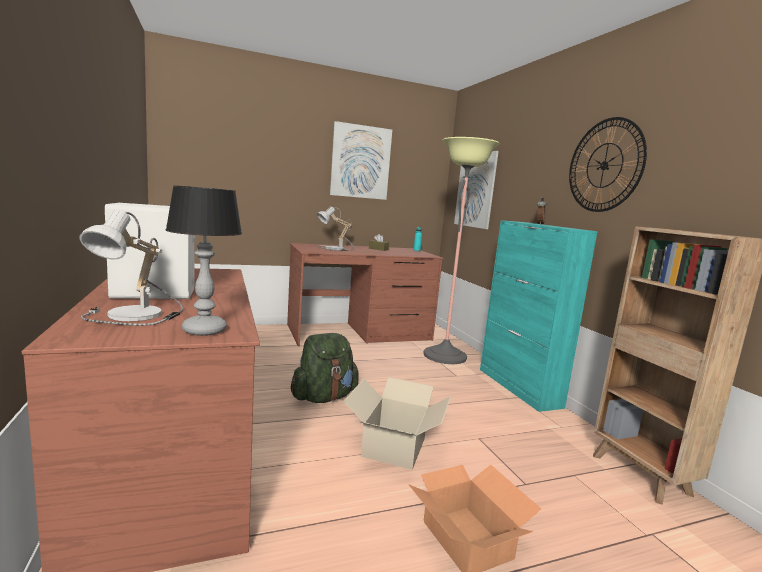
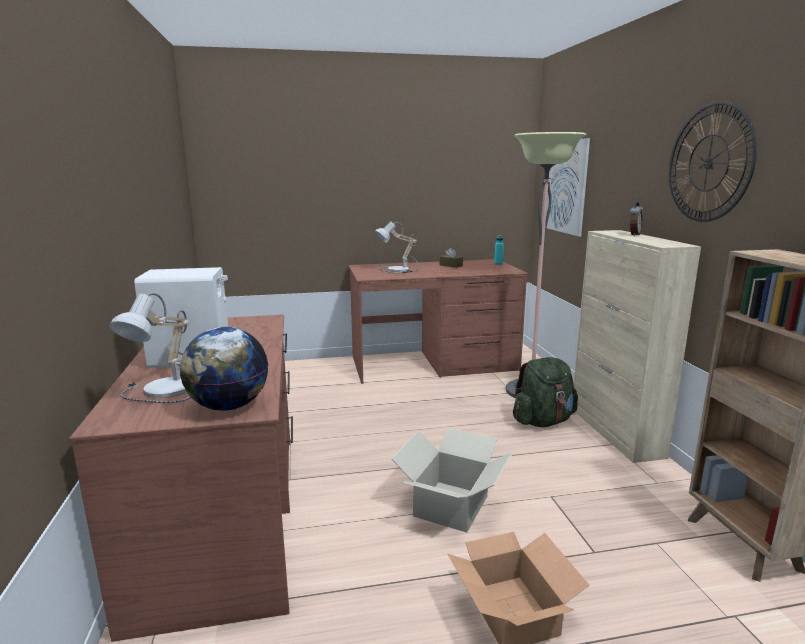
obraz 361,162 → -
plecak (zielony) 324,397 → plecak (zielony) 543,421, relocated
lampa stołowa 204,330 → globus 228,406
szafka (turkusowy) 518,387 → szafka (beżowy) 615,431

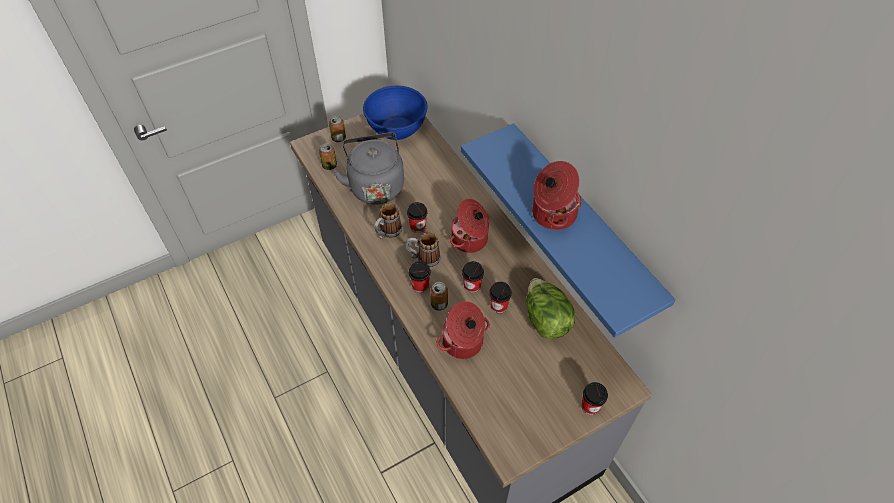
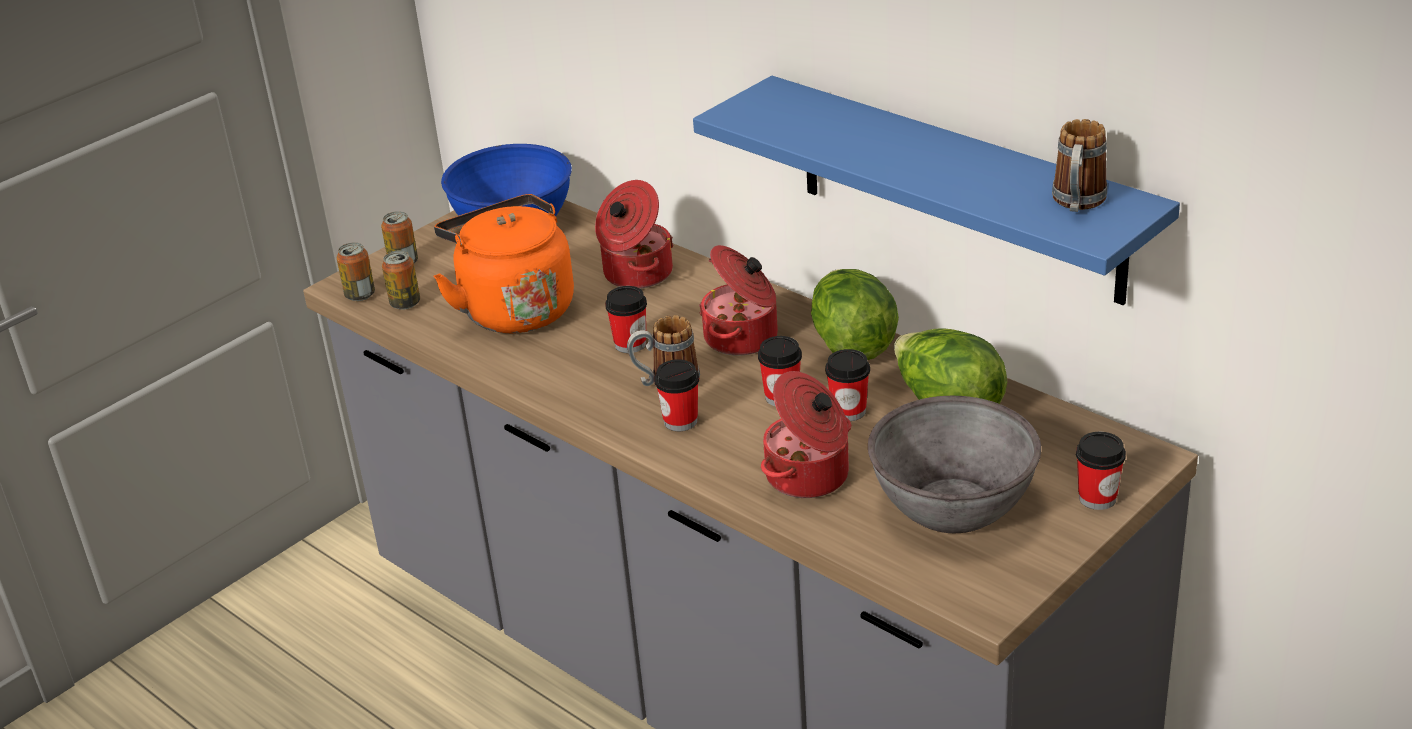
- → sałata 852,344
- → miska (szary) 953,505
kubek 387,233 → kubek 1077,204, relocated
puszka 439,304 → puszka 360,295, relocated
garnek 552,214 → garnek 636,273, relocated
czajnik (szary) 375,185 → czajnik (pomarańczowy) 514,308

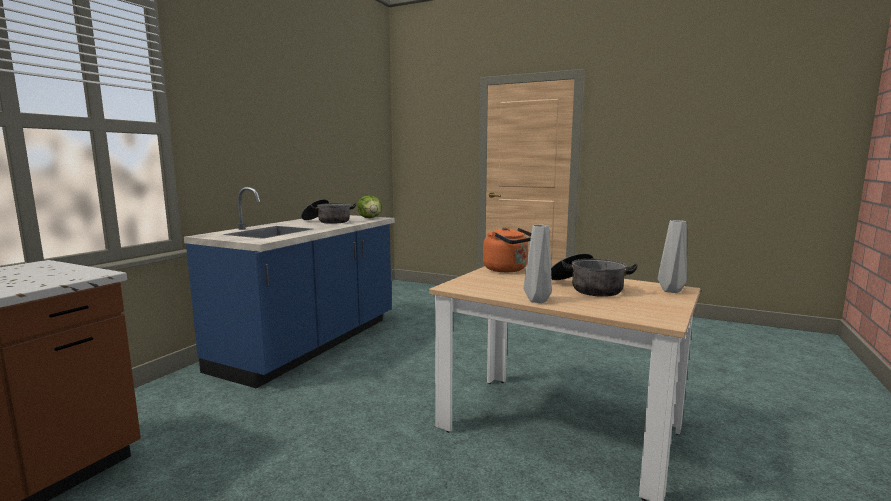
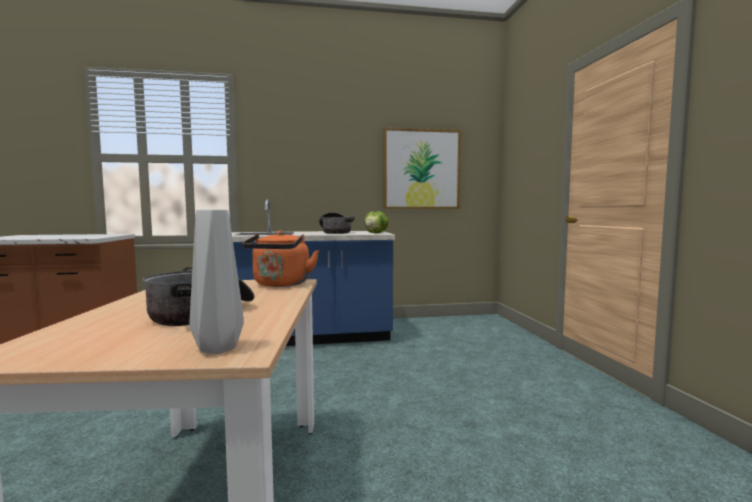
wazon (szary) 538,300 → -
- → obraz 421,169

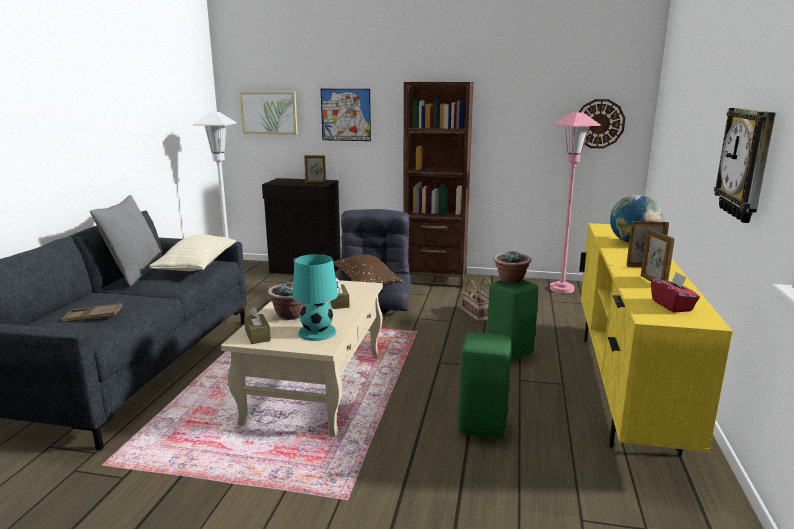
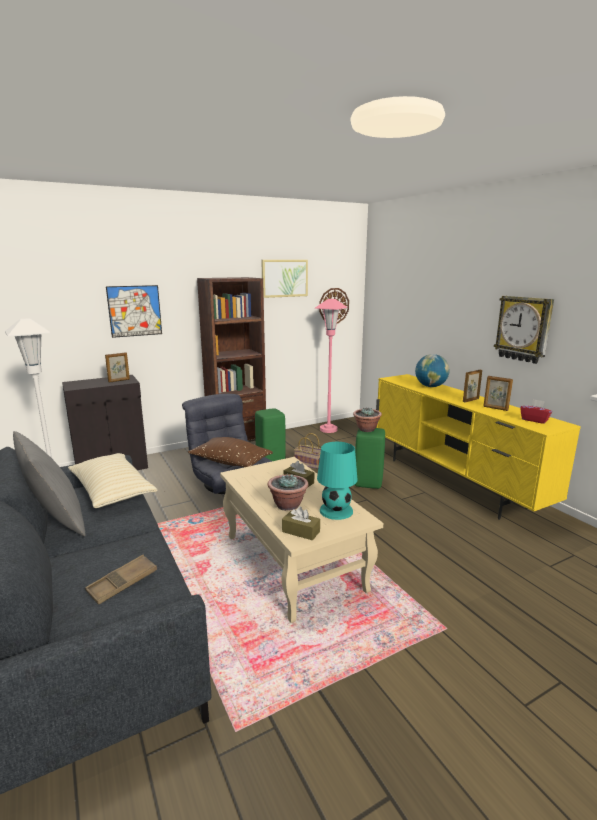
obraz 269,113 → obraz 284,278, relocated
stołek (zielony) 483,426 → stołek (zielony) 271,459, relocated

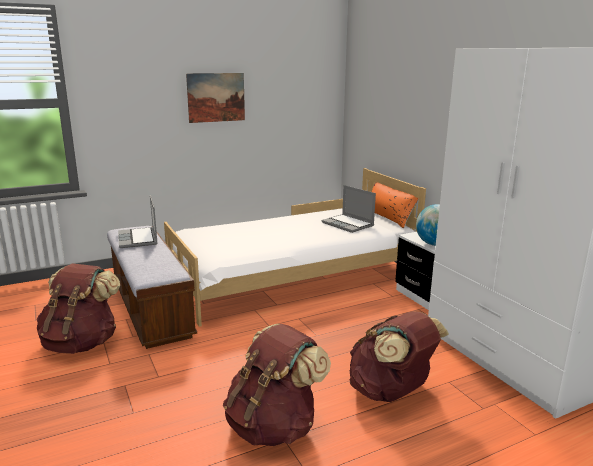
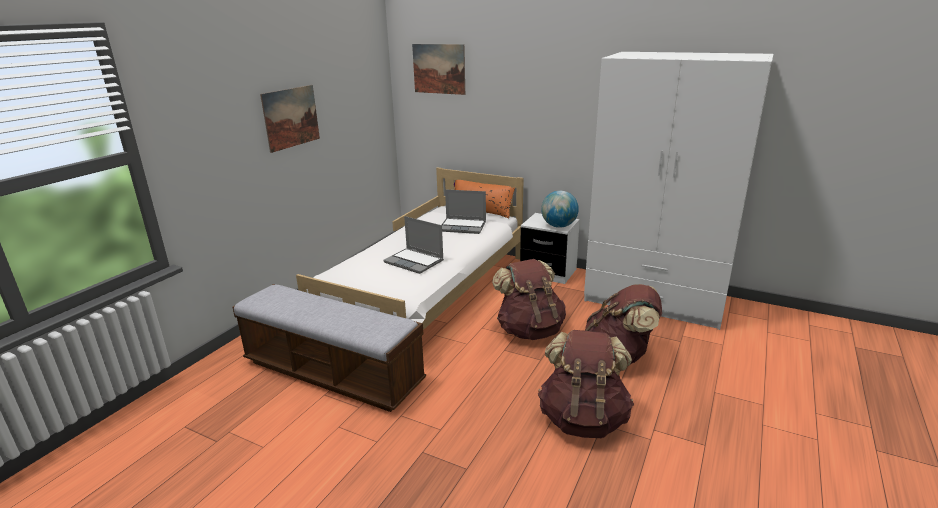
- → obraz 439,69
plecak (brązowy) 82,343 → plecak (brązowy) 529,330, relocated
laptop 138,239 → laptop 415,262, relocated

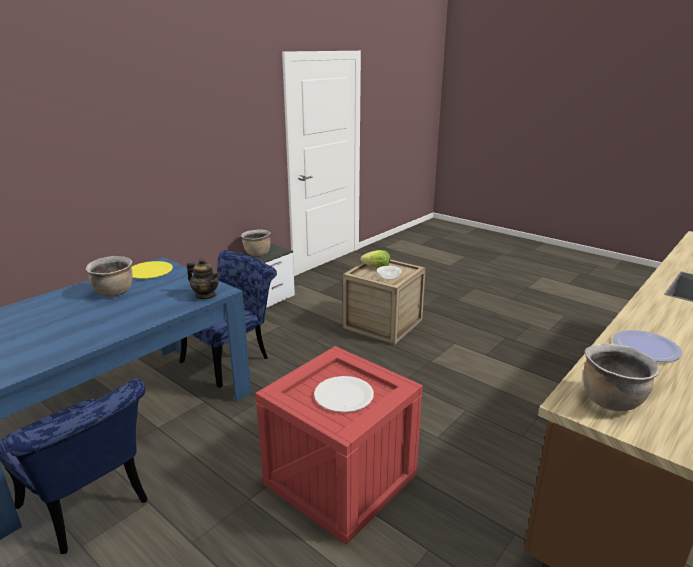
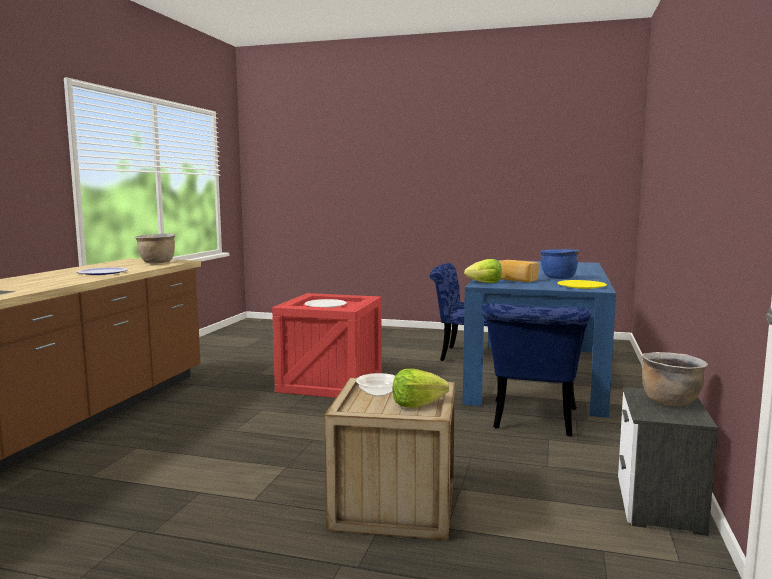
- → chleb 516,280
imbryk 205,295 → sałata 485,282
garnek (brązowy) 114,293 → garnek (niebieski) 558,278

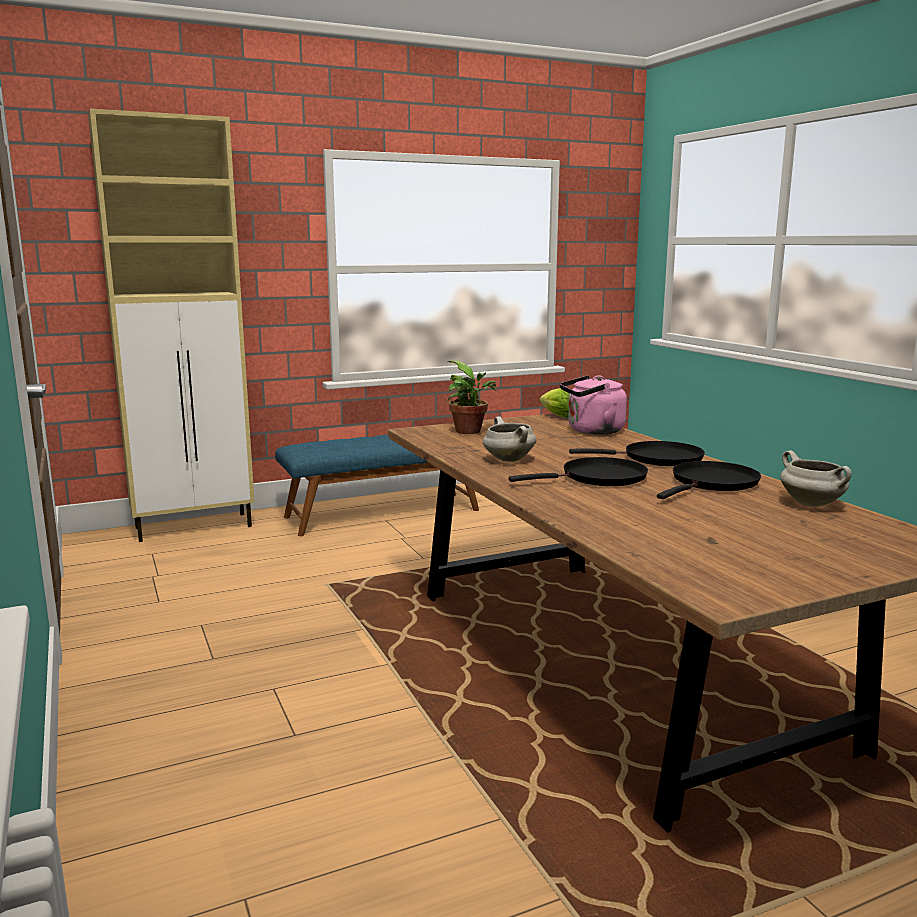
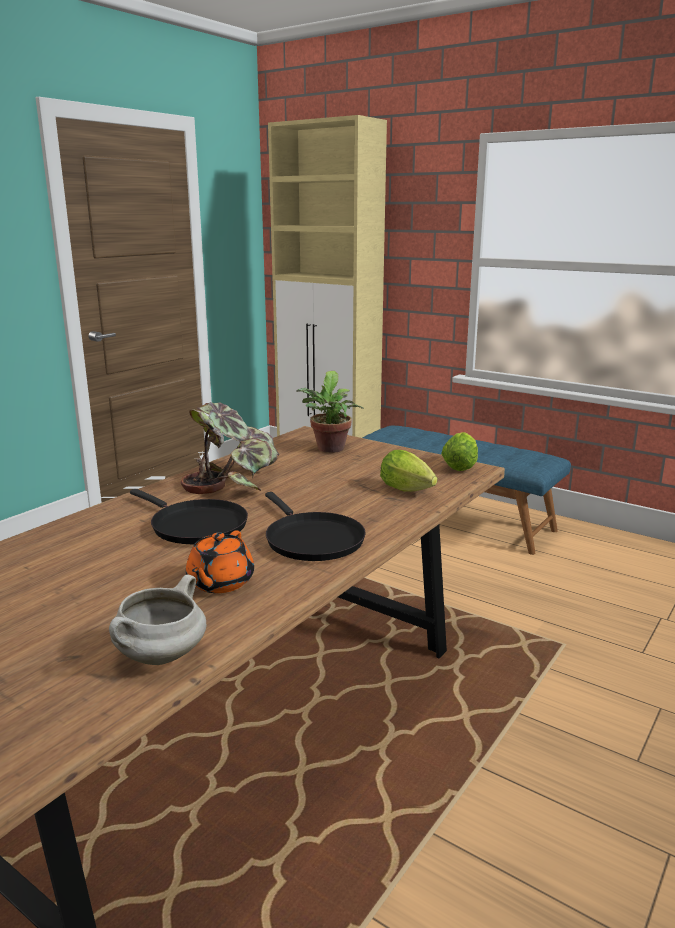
garnek (biały) 508,460 → roślina doniczkowa 233,481
czajnik (różowy) 592,431 → sałata 409,491
patelnia (czarny) 712,483 → imbryk (pomarańczowy) 219,583

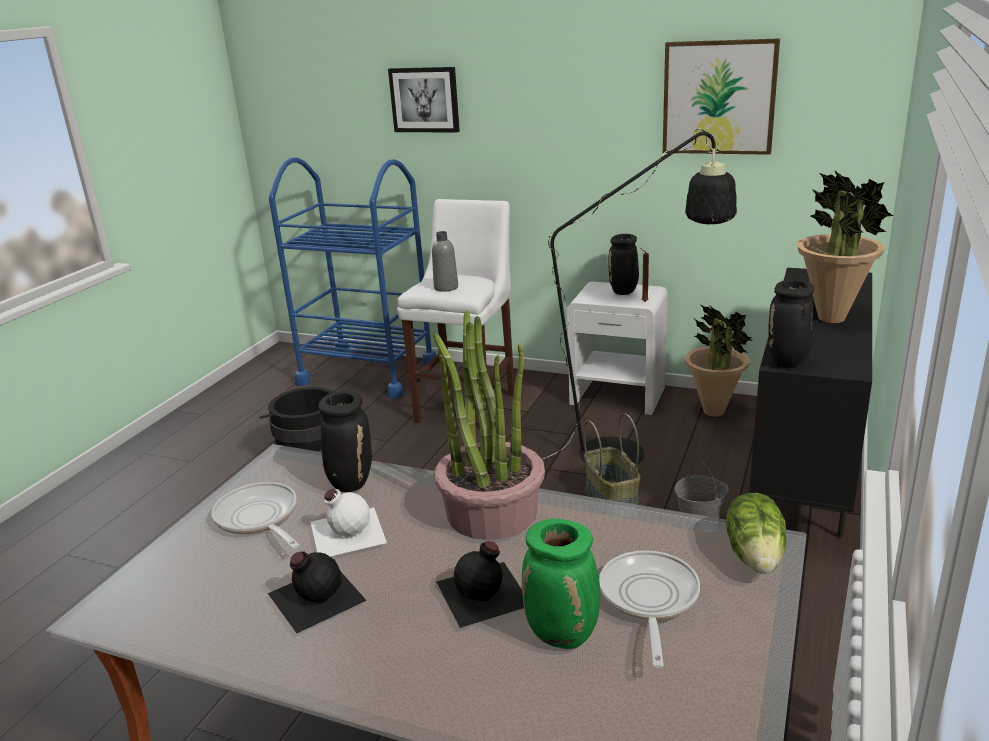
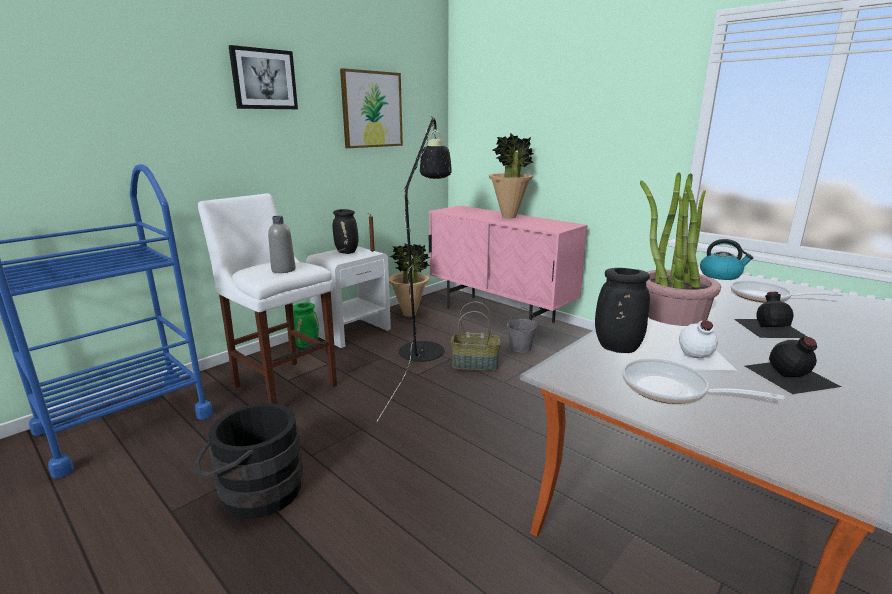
wazon (czarny) 788,363 → -
obraz 425,99 → obraz 264,79, relocated
wazon (zielony) 564,635 → wazon (zielony) 307,345, relocated
sałata 756,555 → czajnik 721,275
szafka (czarny) 804,479 → szafka (różowy) 499,315
patelnia 259,519 → patelnia 672,390, 45 degrees clockwise

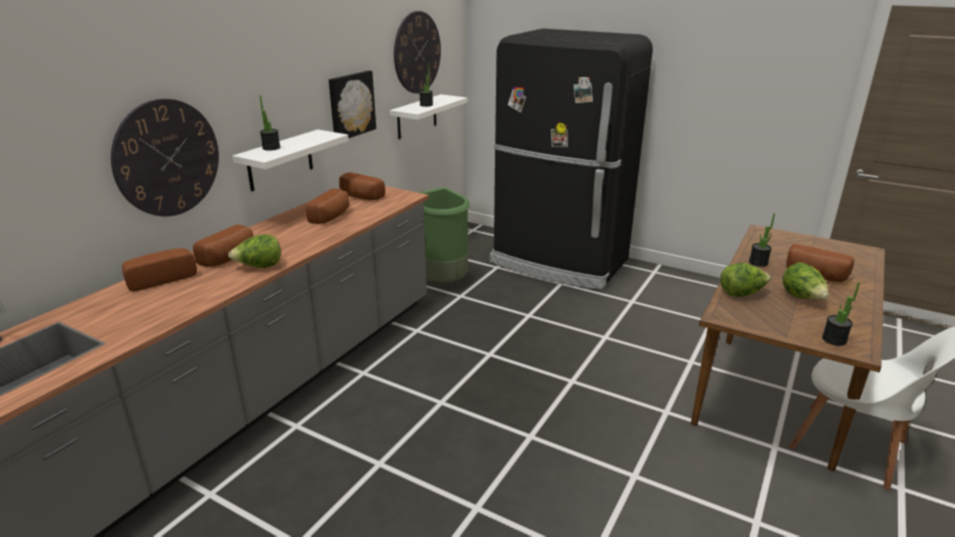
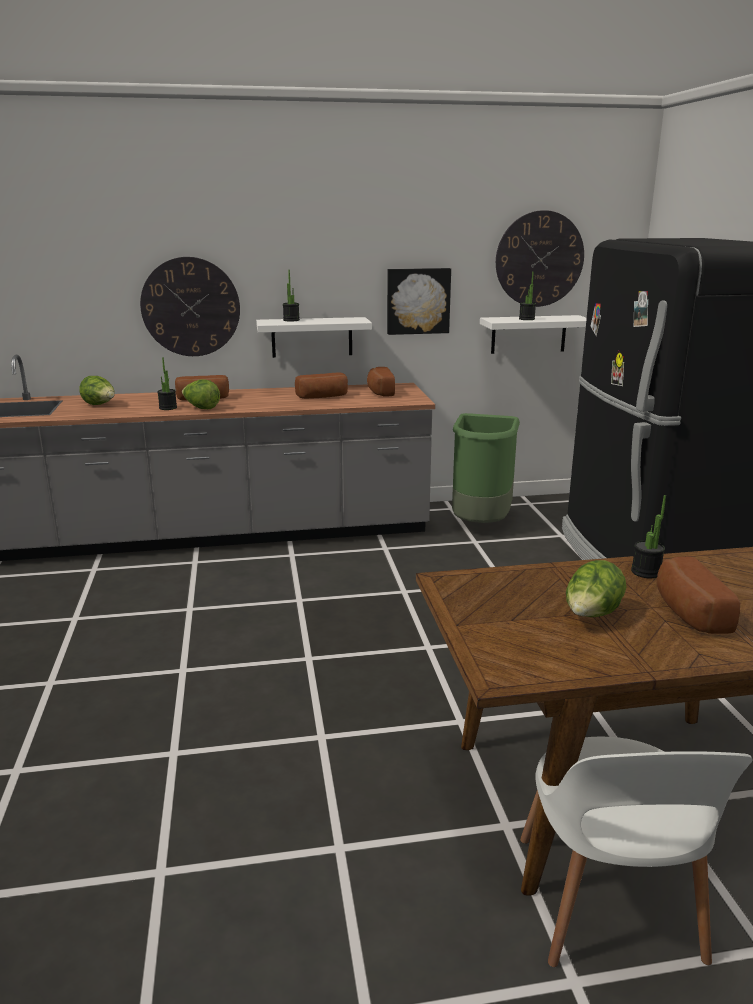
chleb 161,279 → -
sałata 741,294 → sałata 100,405, relocated
roślina doniczkowa 834,340 → roślina doniczkowa 168,408, relocated

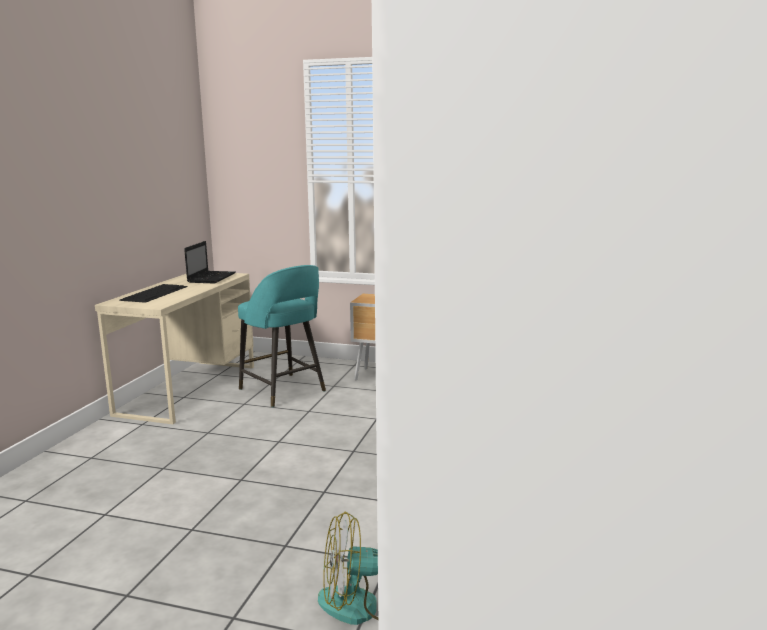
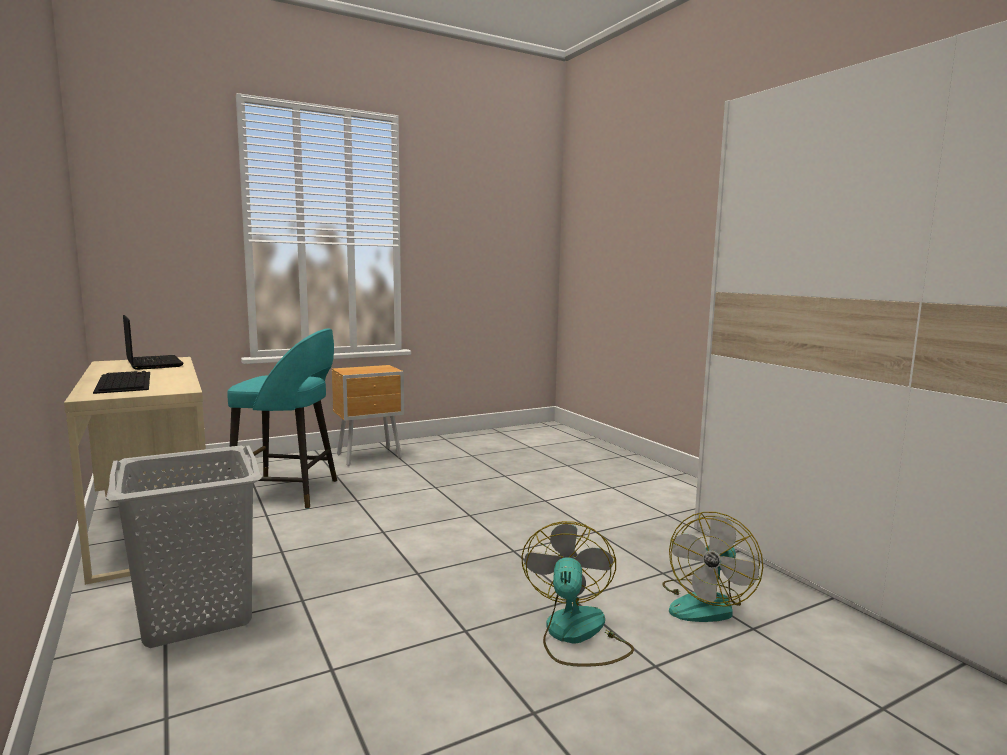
- → kosz na pranie (szary) 196,615
- → wentylator 576,635

